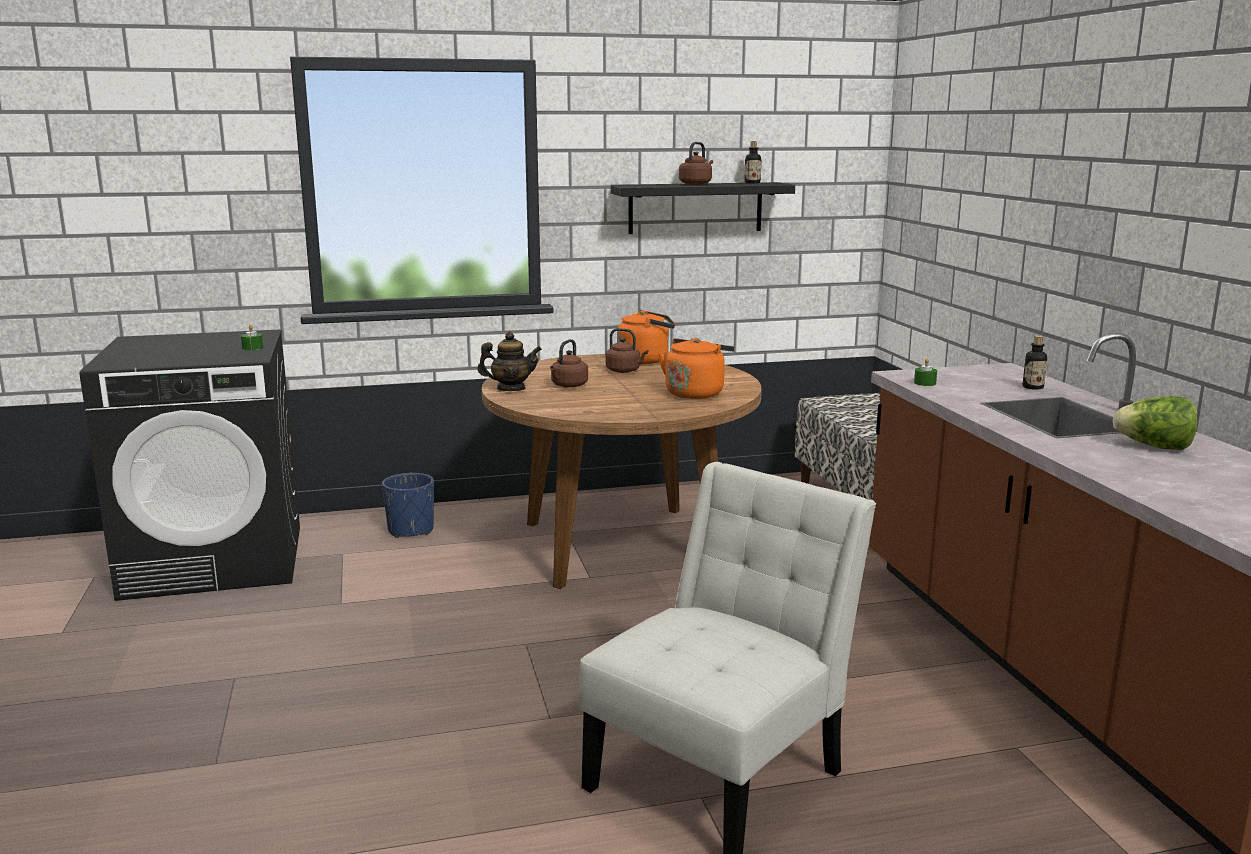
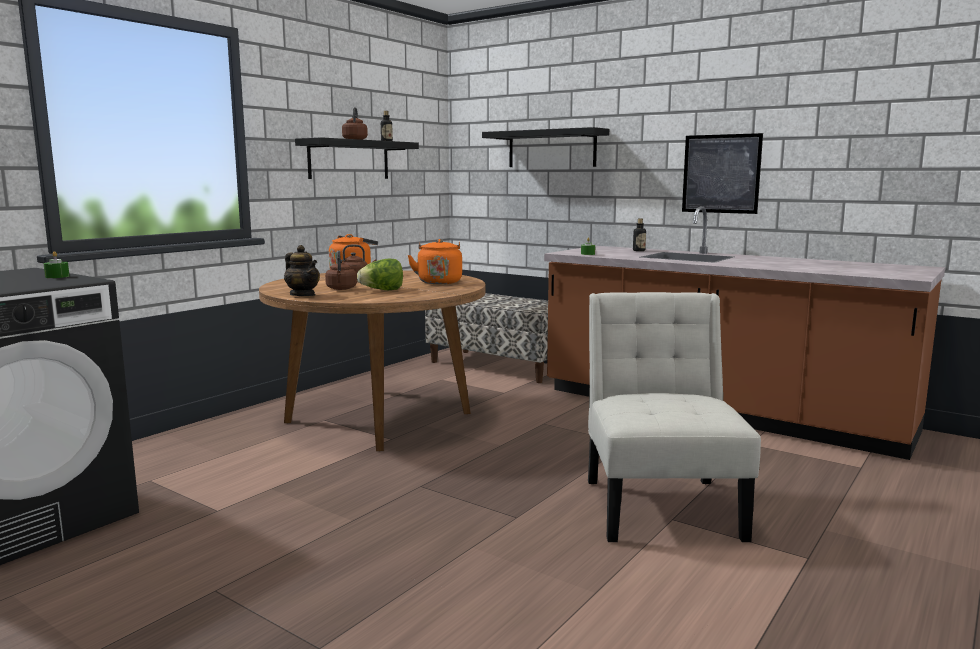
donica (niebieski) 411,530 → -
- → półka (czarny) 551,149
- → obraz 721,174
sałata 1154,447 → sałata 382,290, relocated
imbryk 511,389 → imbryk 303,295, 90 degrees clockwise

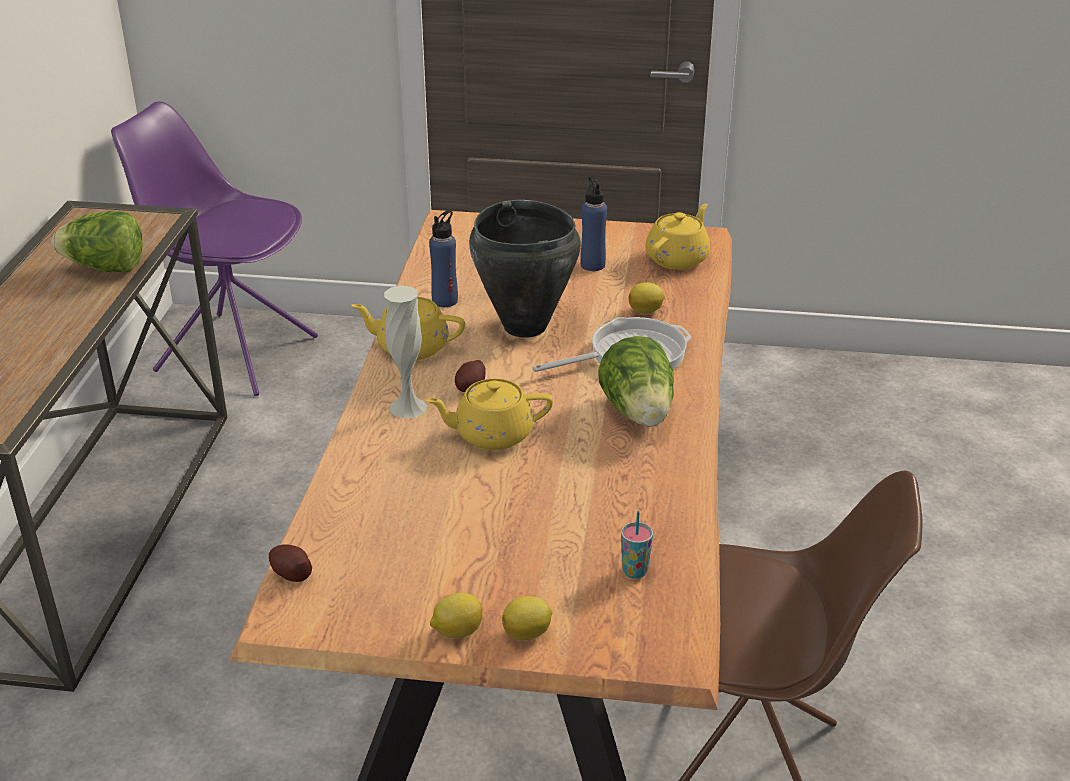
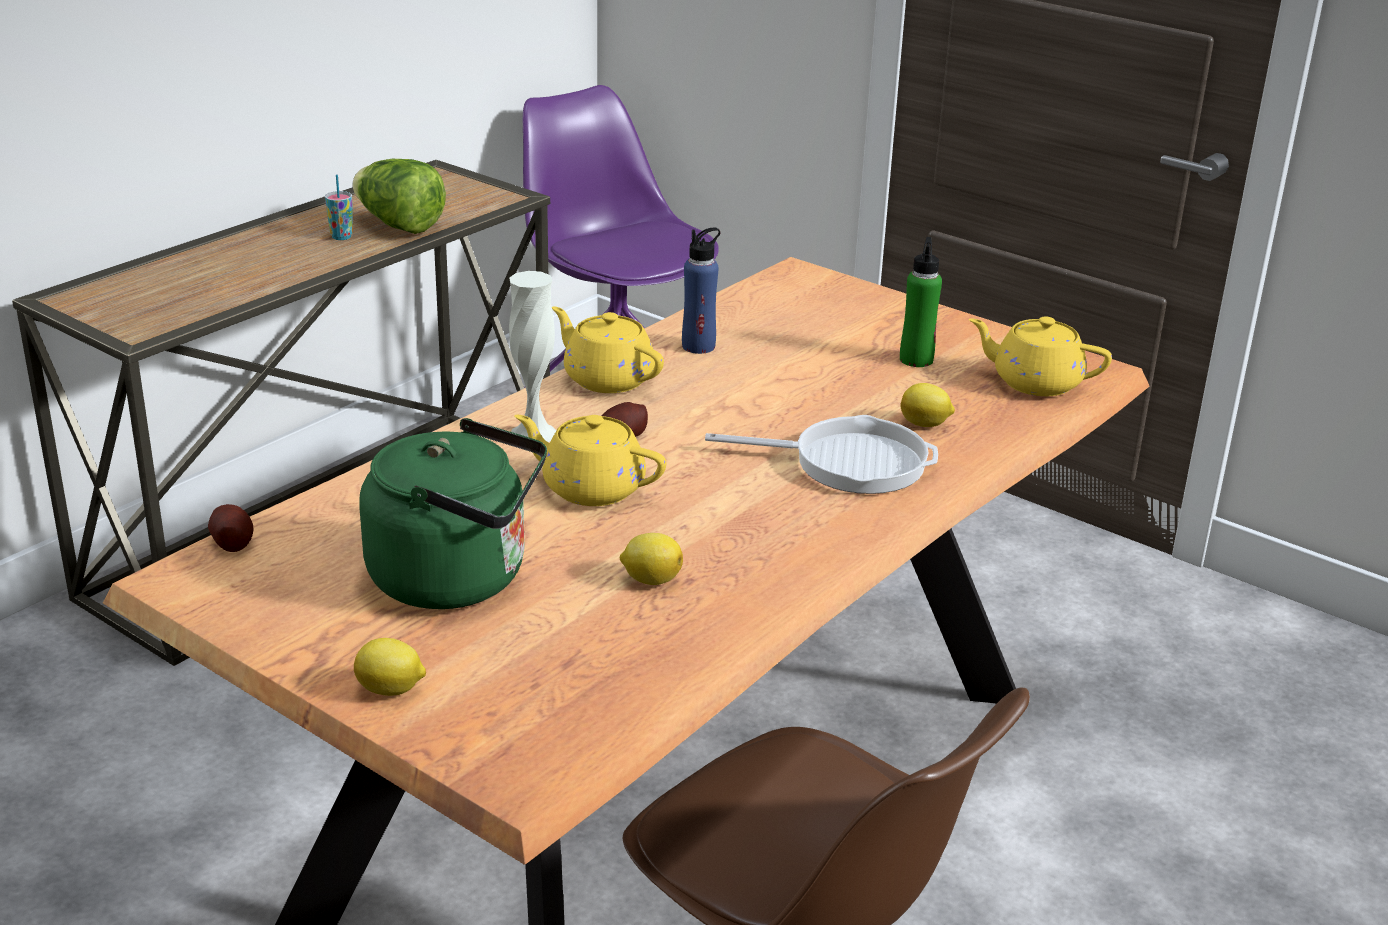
garnek (czarny) 524,327 → -
sałata 639,413 → -
- → czajnik (zielony) 458,578
cytryna 457,631 → cytryna 650,579, relocated
filiżanka 634,571 → filiżanka 341,237, relocated
butelka (niebieski) 592,265 → butelka (zielony) 916,359
imbryk (żółty) 678,258 → imbryk (żółty) 1034,382, 135 degrees counterclockwise

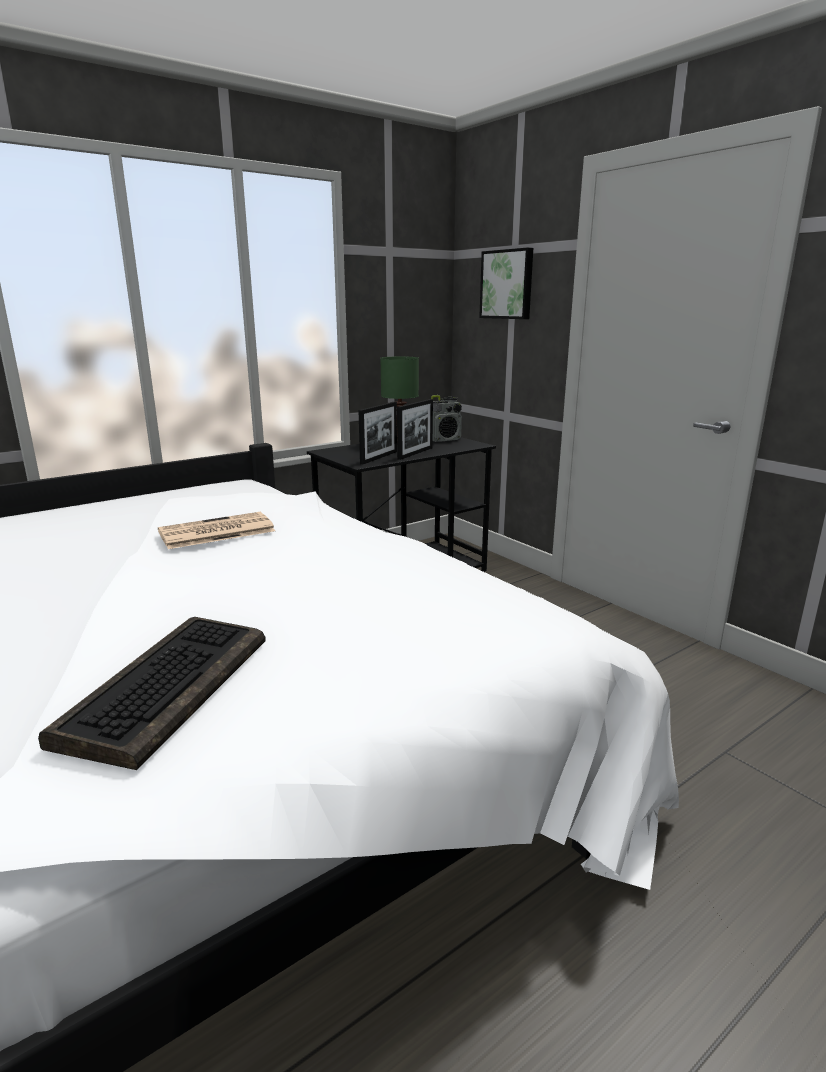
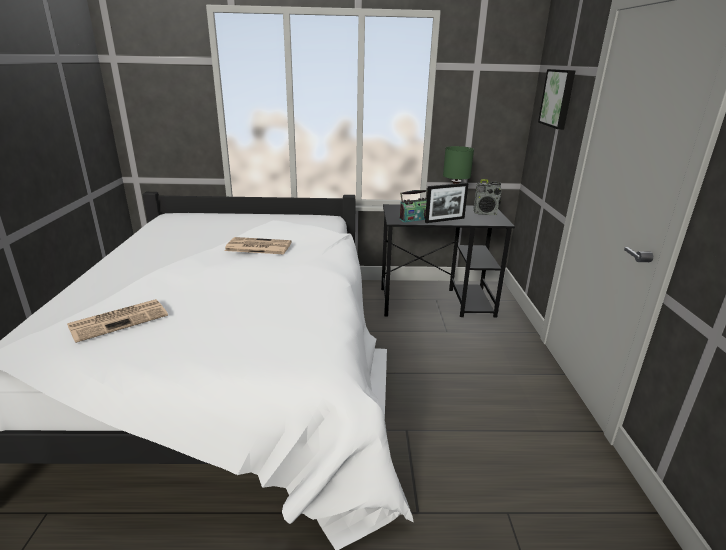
klawiatura 167,687 → gazeta 120,320
ramka na zdjęcie 379,457 → radio 415,218

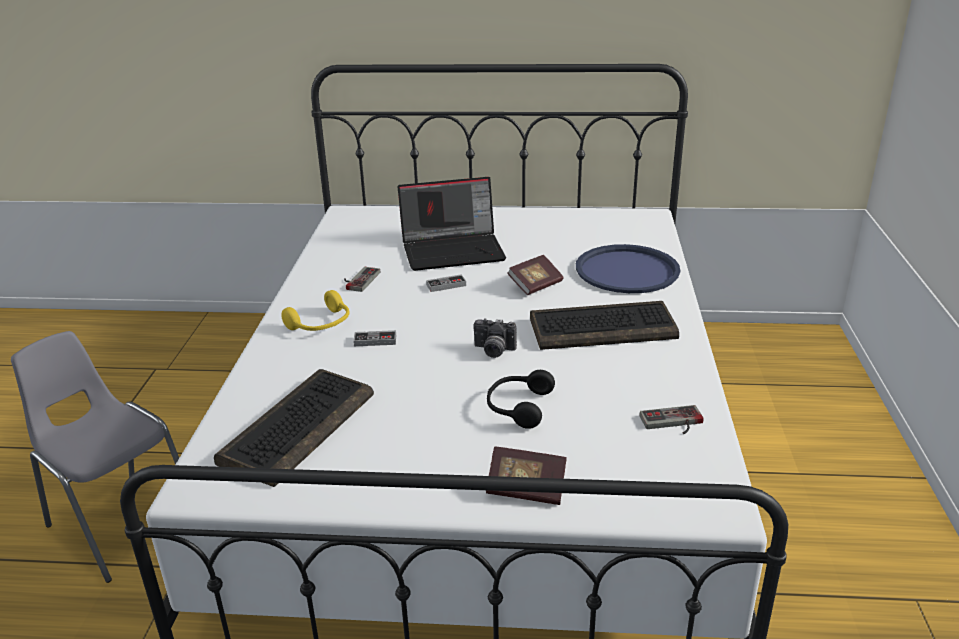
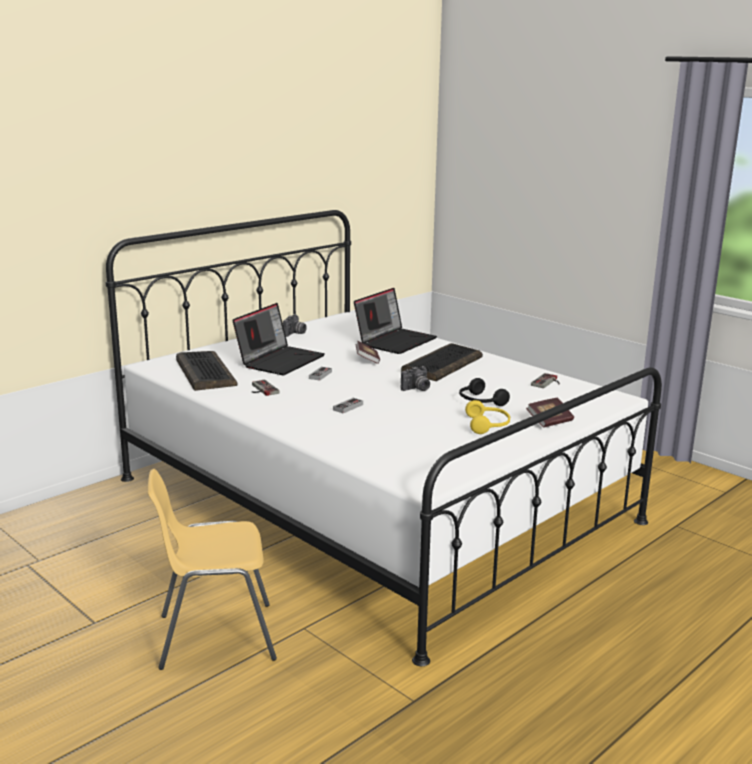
- → aparat fotograficzny 295,334
klawiatura 298,427 → klawiatura 204,372, relocated
słuchawki (żółty) 321,324 → słuchawki (żółty) 488,425, relocated
taca (niebieski) 626,270 → laptop 395,341
krzesło (szary) 122,523 → krzesło (żółty) 215,636

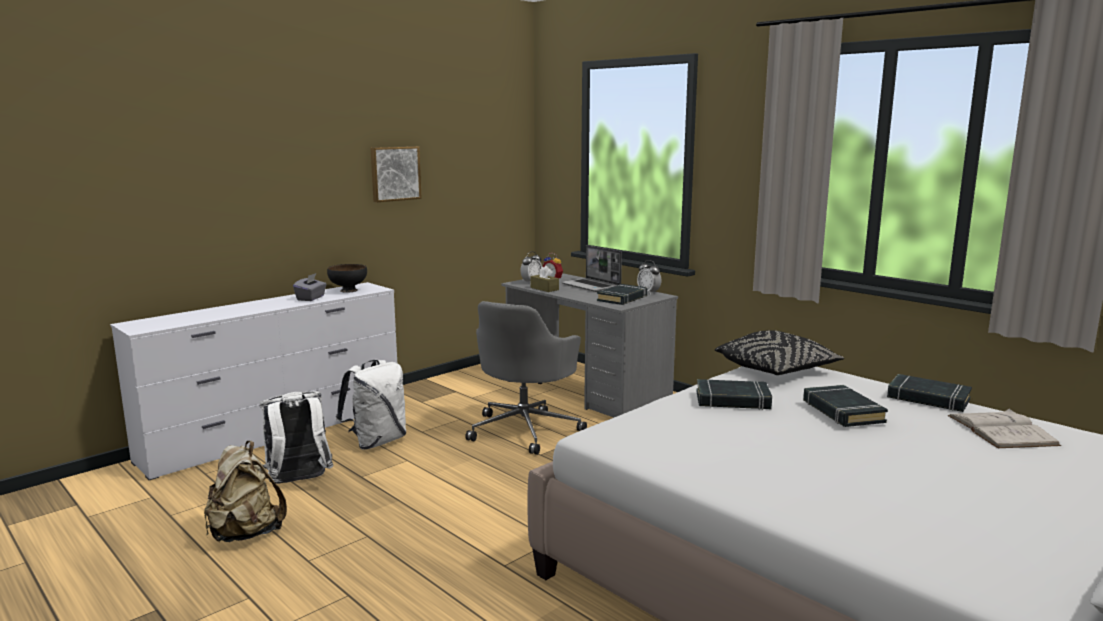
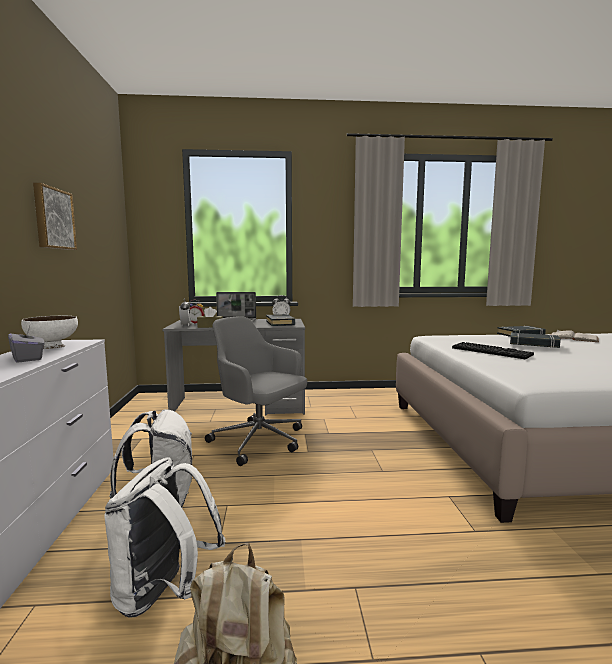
poduszka (czarny) 777,370 → -
książka (czarny) 732,400 → klawiatura 492,351
miska (czarny) 348,290 → miska (biały) 52,347
krzesło biurowe (szary) 525,430 → krzesło biurowe (szary) 260,441, 150 degrees clockwise

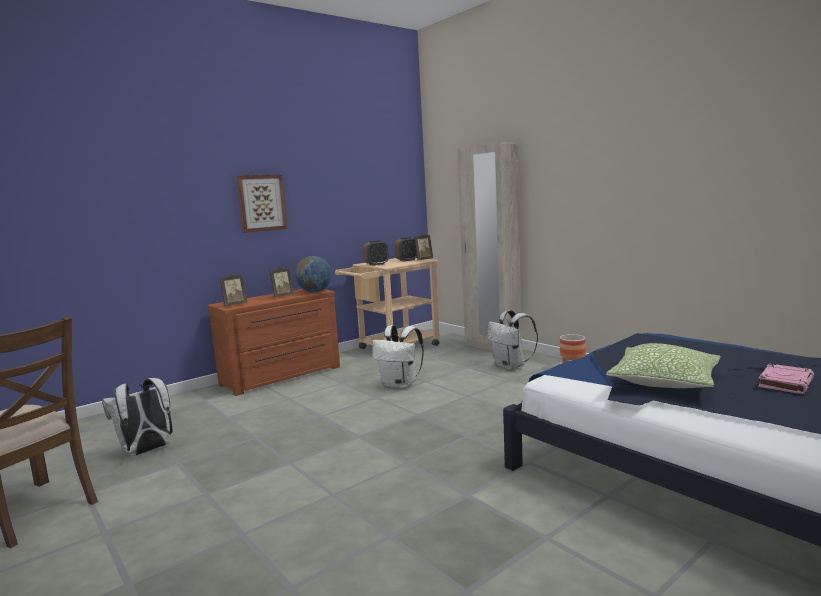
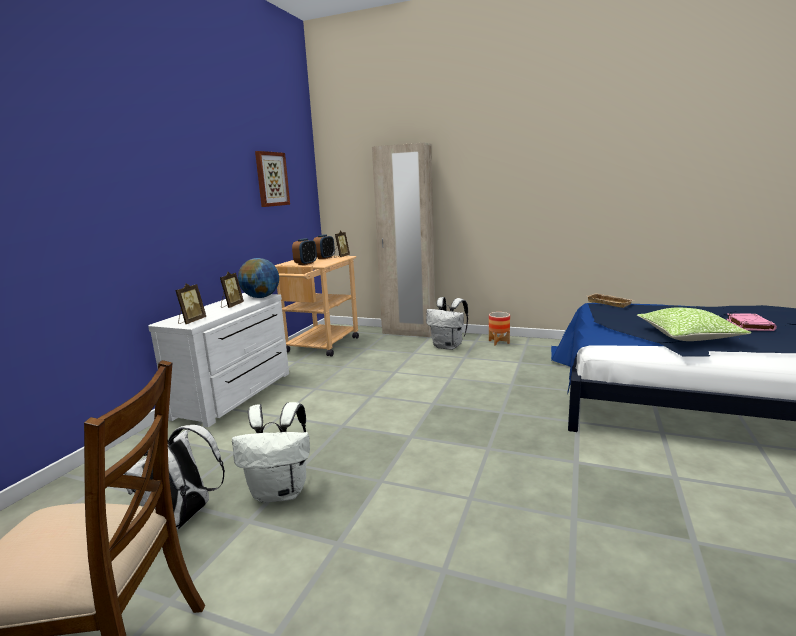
- → taca (beżowy) 610,303
obraz 261,203 → obraz 271,179, relocated
plecak (biały) 400,384 → plecak (biały) 281,491, relocated
komoda (brązowy) 282,376 → komoda (biały) 237,395

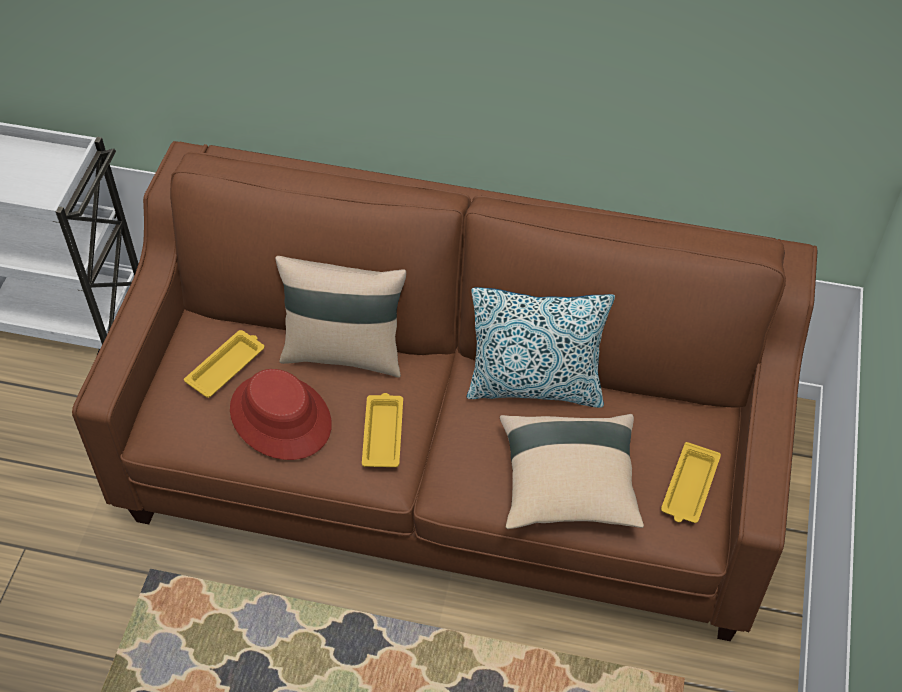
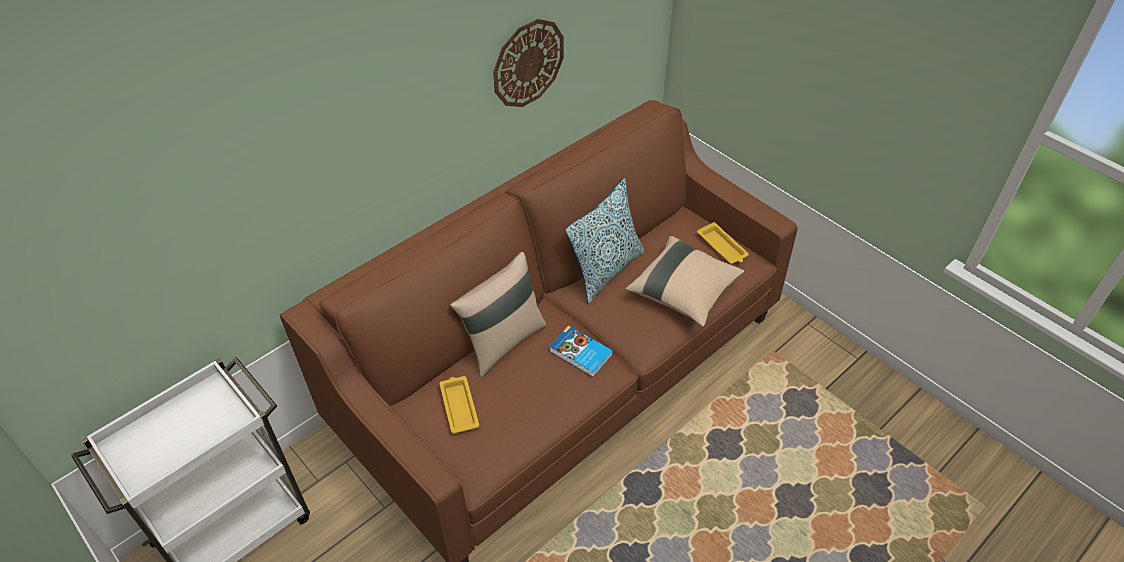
kapelusz (czerwony) 281,417 → -
- → zegar ścienny 528,63
taca (żółty) 383,433 → książka 580,354

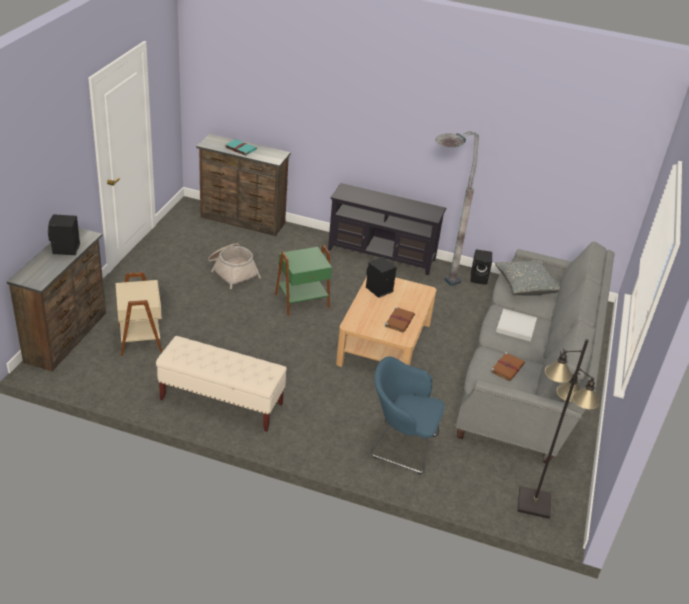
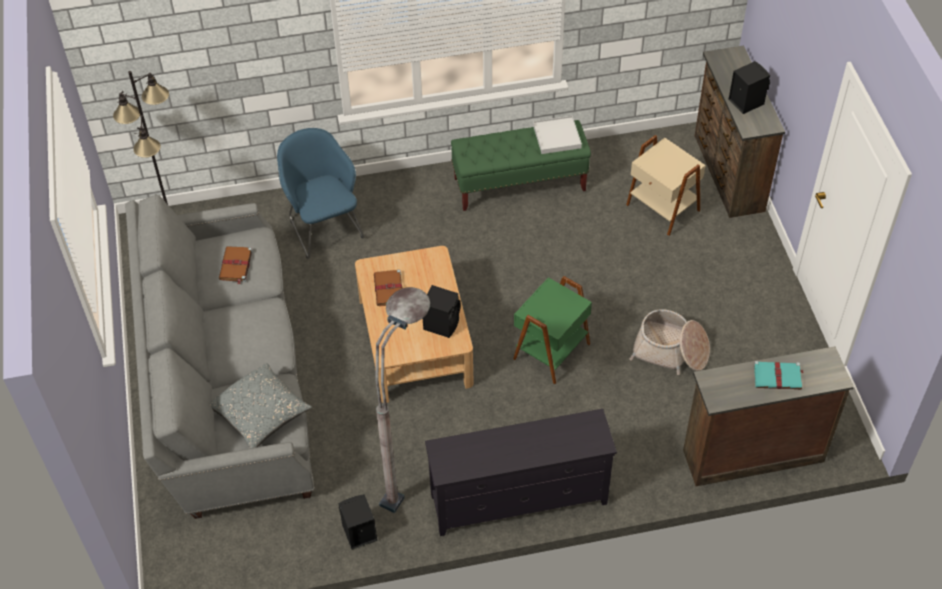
taca (biały) 516,326 → taca (biały) 557,136, relocated
ławka (beżowy) 221,402 → ławka (zielony) 520,184
fotel (niebieski) 400,446 → fotel (niebieski) 324,226, 105 degrees counterclockwise

